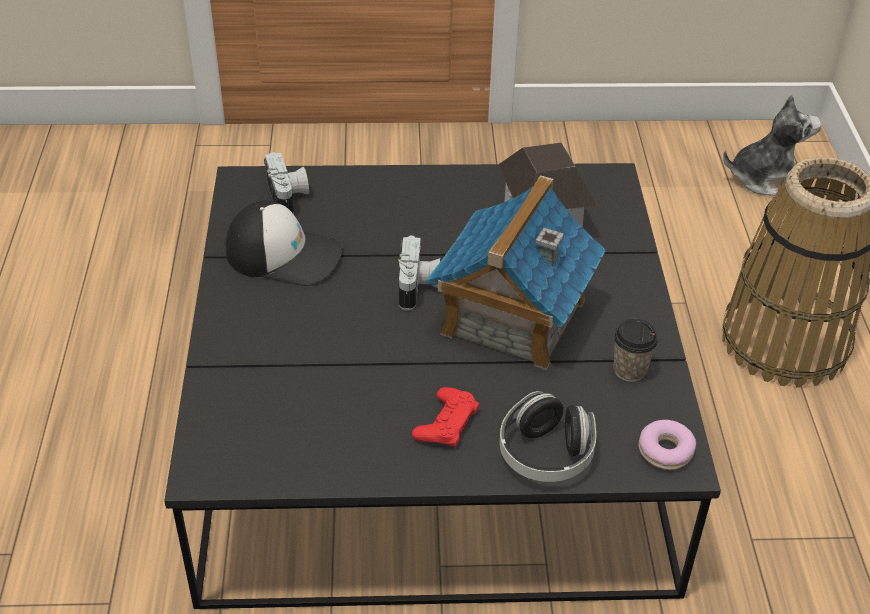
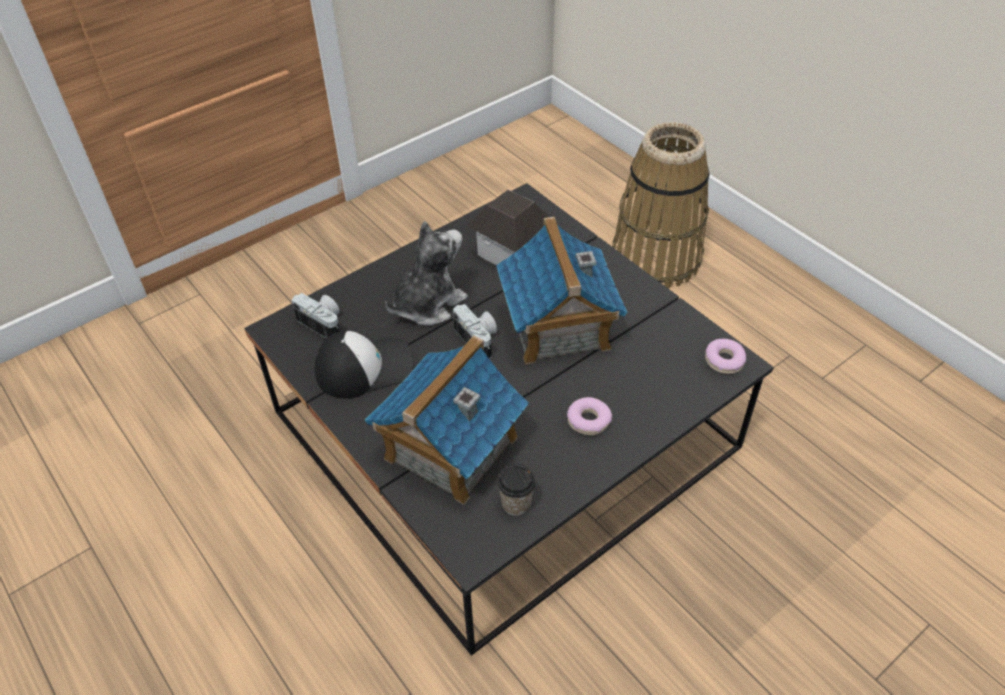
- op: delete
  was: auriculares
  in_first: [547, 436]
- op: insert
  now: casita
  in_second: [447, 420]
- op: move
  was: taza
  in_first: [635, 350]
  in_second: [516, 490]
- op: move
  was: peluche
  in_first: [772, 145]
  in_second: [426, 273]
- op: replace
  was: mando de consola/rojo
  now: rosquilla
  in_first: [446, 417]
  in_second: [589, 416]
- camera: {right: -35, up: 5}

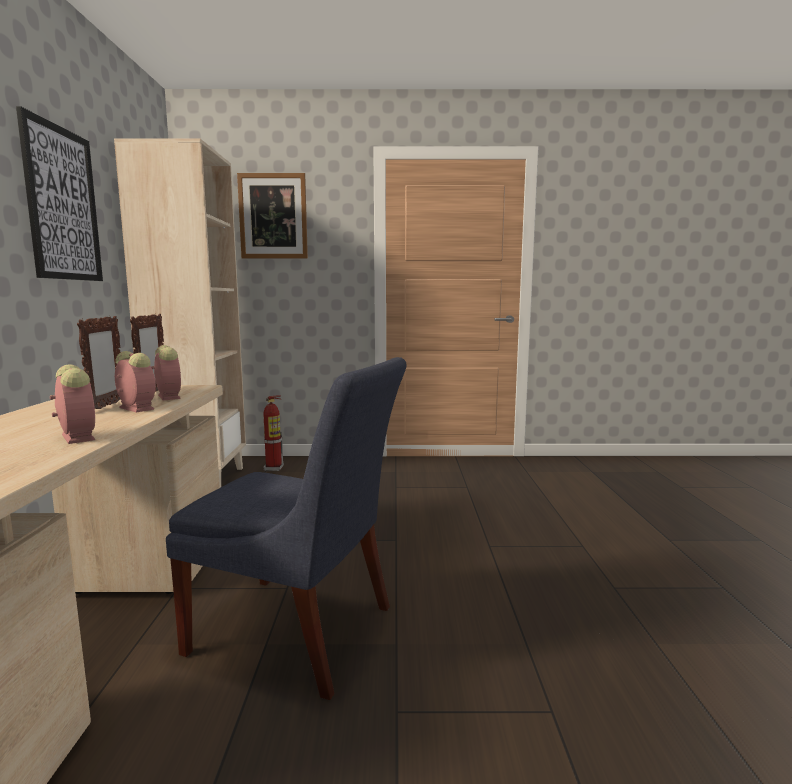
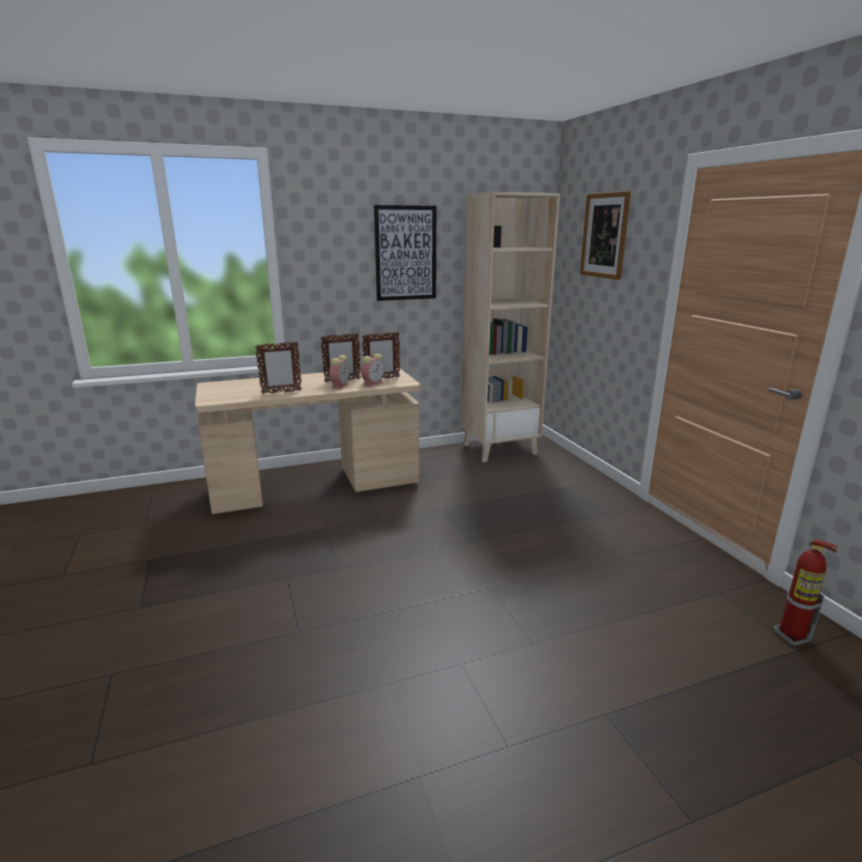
- op: delete
  was: silla/azul
  in_first: [286, 528]
- op: move
  was: extintor
  in_first: [273, 433]
  in_second: [805, 592]
- op: replace
  was: despertador
  now: portarretratos
  in_first: [72, 404]
  in_second: [278, 367]
- camera: {right: 70, up: 10}

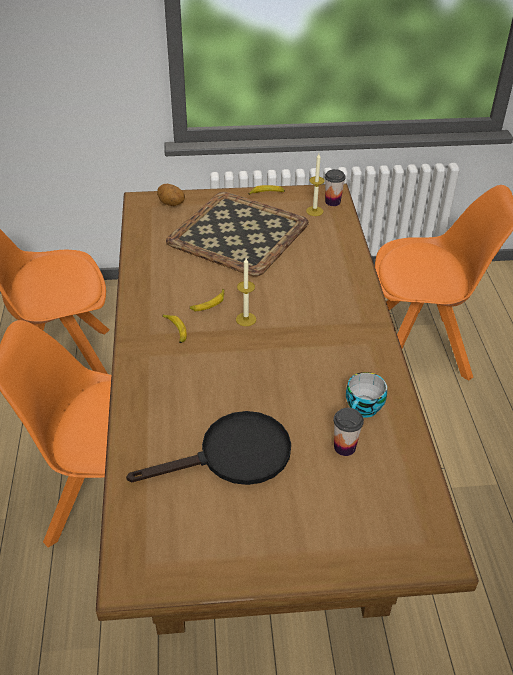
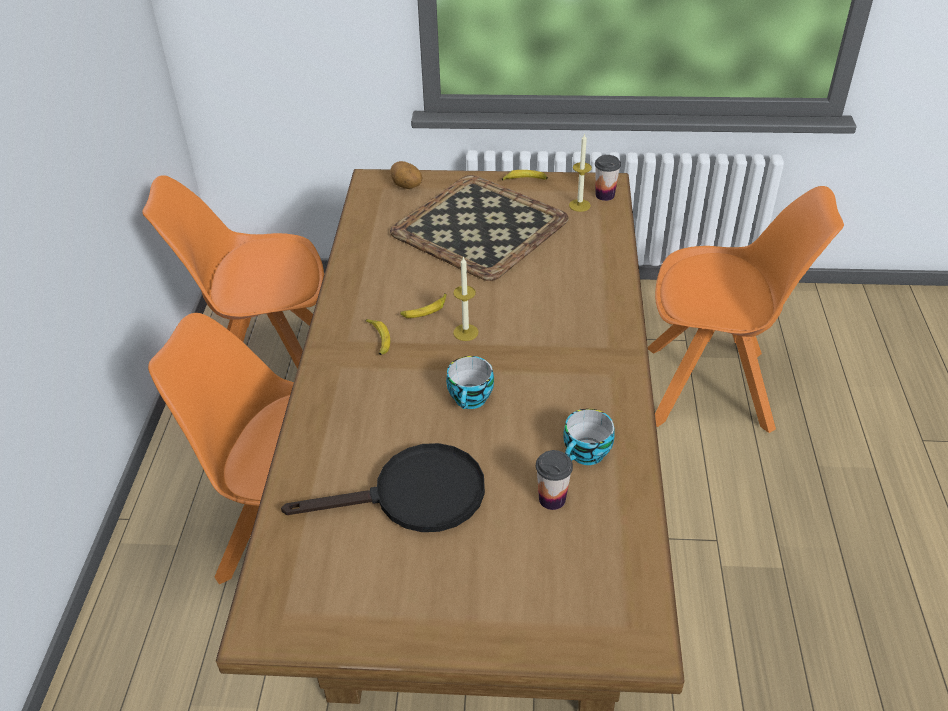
- op: insert
  now: taza
  in_second: [470, 382]
- camera: {right: 10, up: 0}

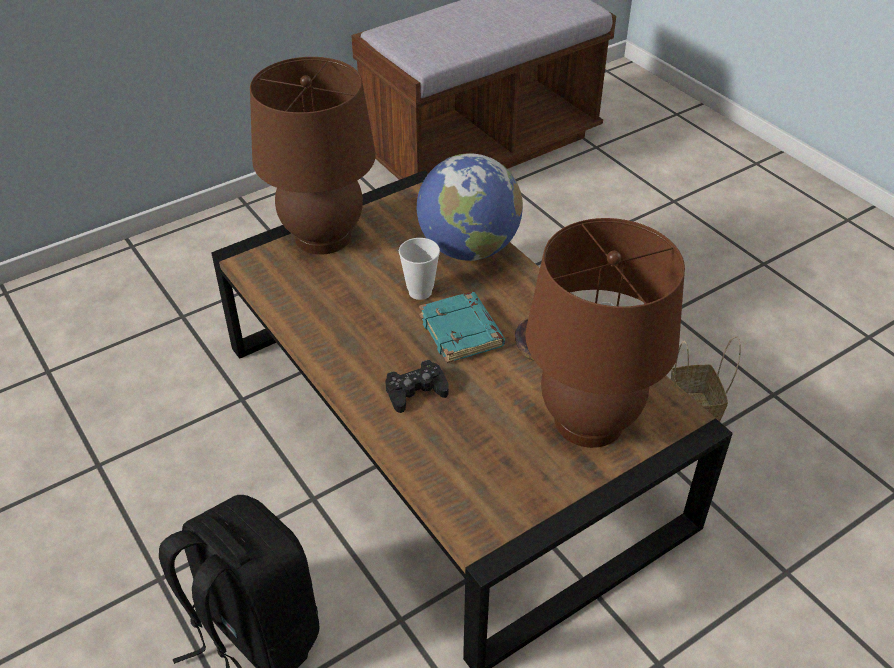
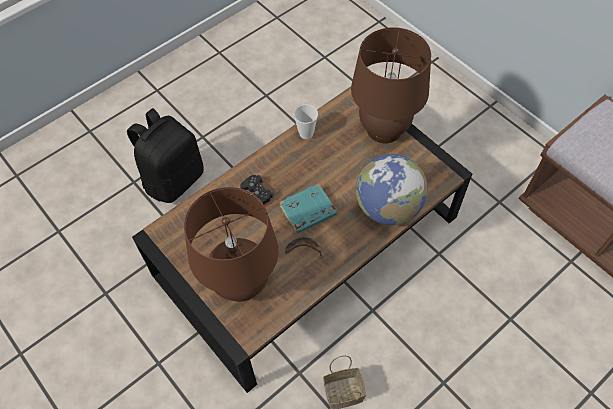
- op: move
  was: taza
  in_first: [419, 269]
  in_second: [306, 121]
- camera: {right: 85, up: 15}

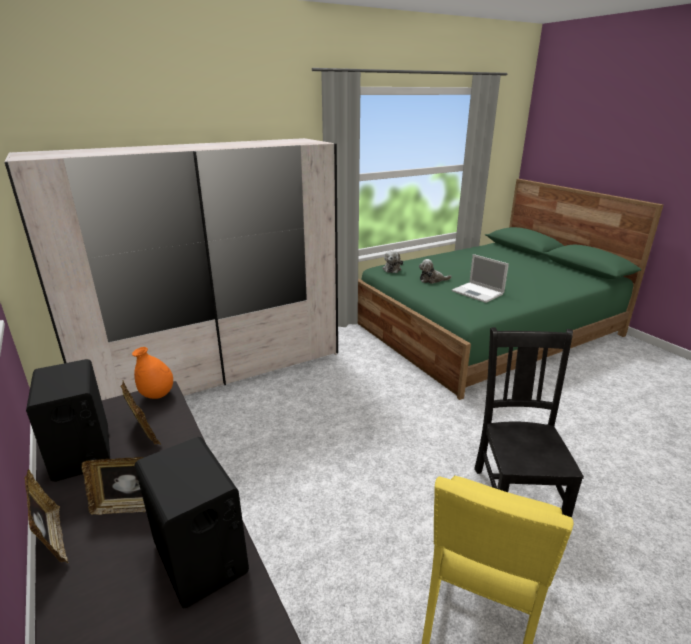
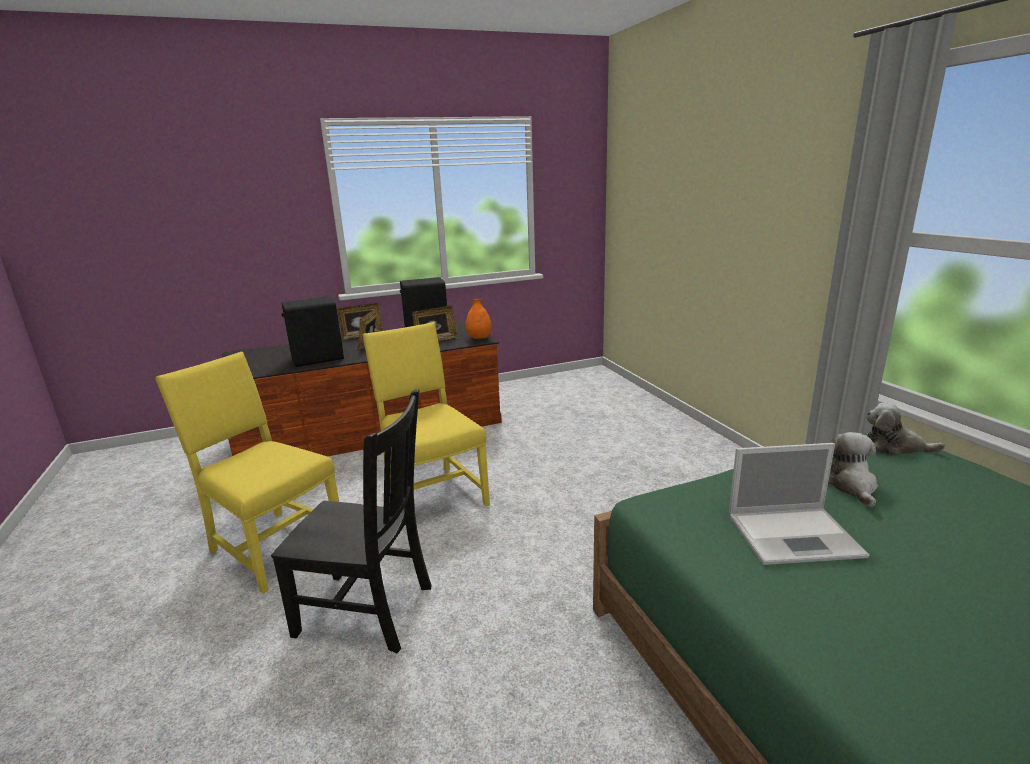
- op: delete
  was: armario ropero/blanco
  in_first: [171, 269]
- op: insert
  now: silla/amarillo
  in_second: [426, 414]
- op: rotate
  was: portátil
  in_first: [480, 278]
  in_second: [799, 504]
  clockwise: -150
- camera: {right: 100, up: -5}

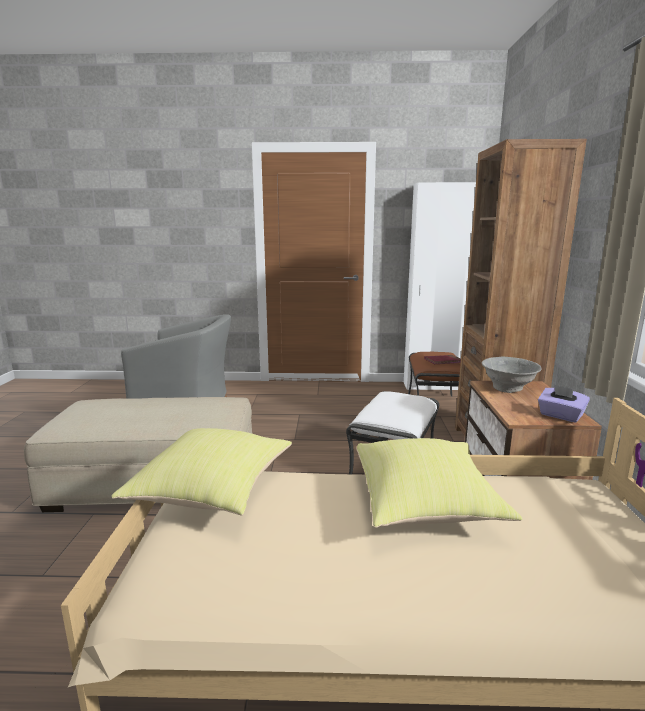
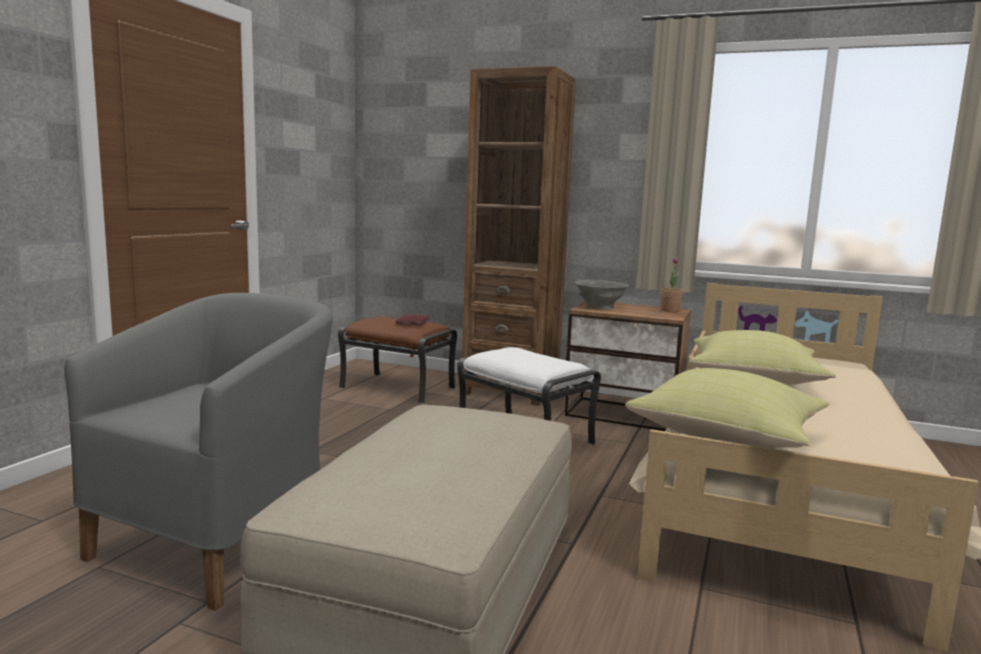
- op: delete
  was: armario ropero/blanco
  in_first: [440, 286]
- op: replace
  was: caja de pañuelos/morado
  now: planta en maceta
  in_first: [564, 404]
  in_second: [672, 284]
- camera: {right: -70, up: -5}

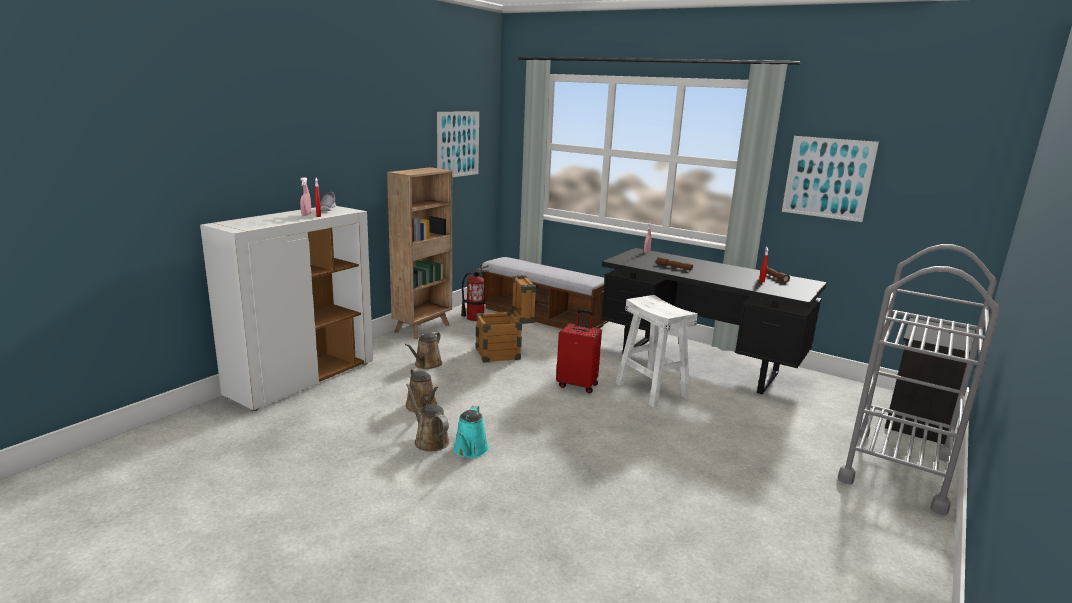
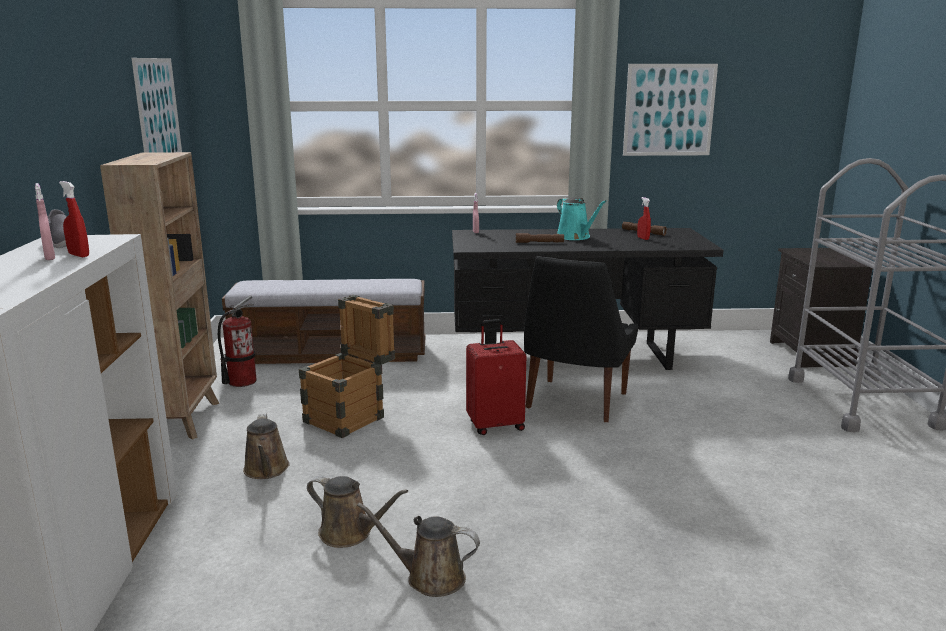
- op: move
  was: regadera/turquesa
  in_first: [471, 432]
  in_second: [582, 218]
- op: replace
  was: taburete/blanco
  now: silla/negro
  in_first: [657, 351]
  in_second: [581, 339]
- camera: {right: -35, up: 0}

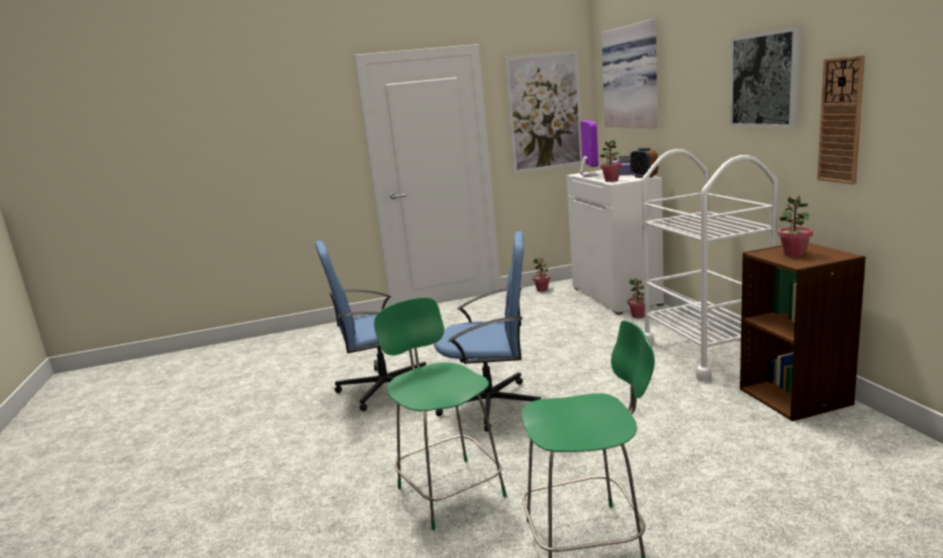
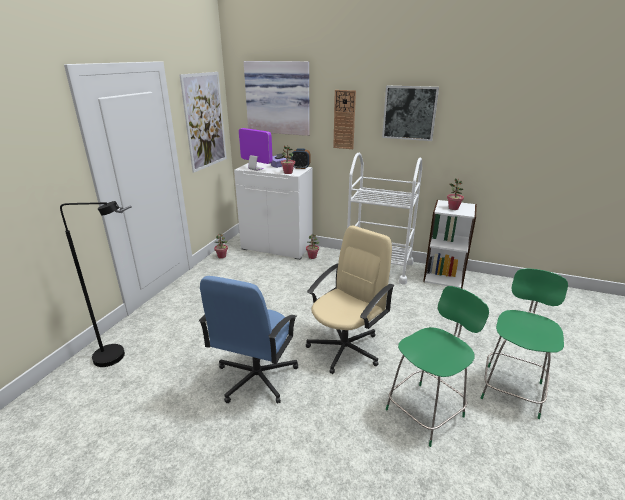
- op: insert
  now: lámpara de pie/negro
  in_second: [92, 284]
- op: move
  was: reloj de pared
  in_first: [841, 119]
  in_second: [344, 119]
- op: recolor
  was: silla de oficina/azul
  now: silla de oficina/beis
  in_first: [487, 331]
  in_second: [350, 299]
- op: recolor
  was: estantería/marrón
  now: estantería/blanco
  in_first: [803, 332]
  in_second: [450, 244]
- op: rotate
  was: silla/verde
  in_first: [440, 413]
  in_second: [437, 366]
  clockwise: 135
- camera: {right: -55, up: 10}

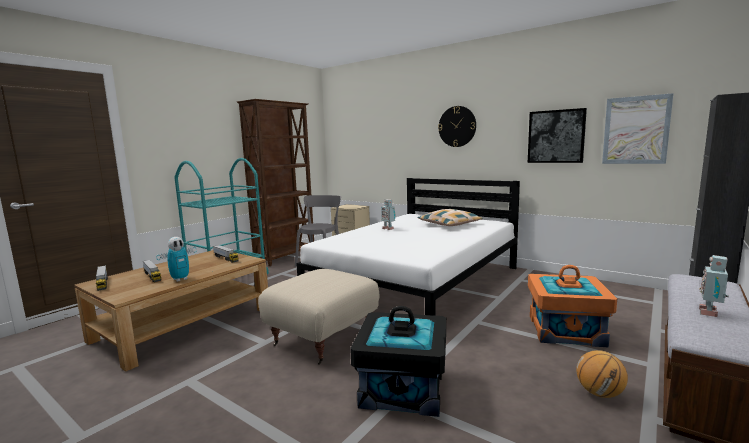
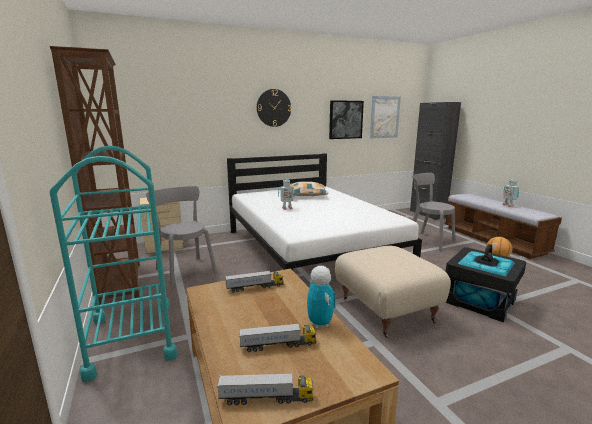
- op: replace
  was: caja de almacenaje/naranja
  now: silla/gris
  in_first: [572, 306]
  in_second: [433, 212]
- camera: {right: -60, up: 5}

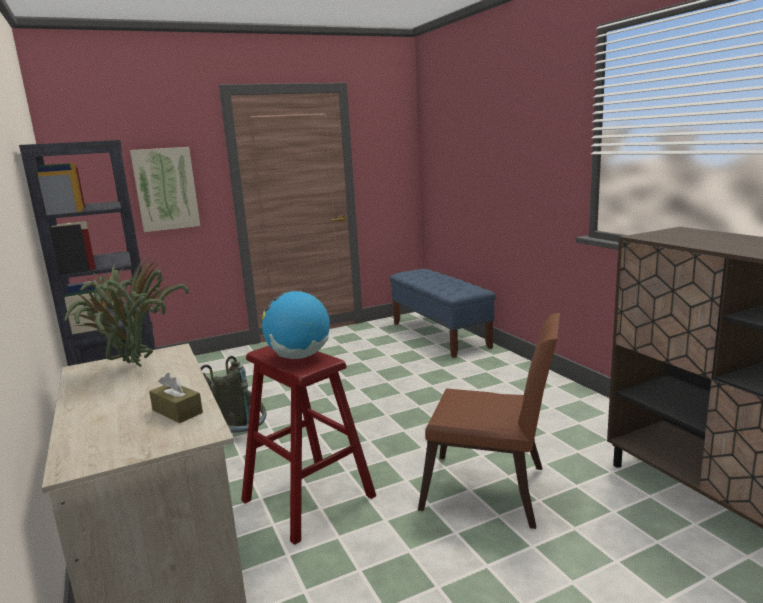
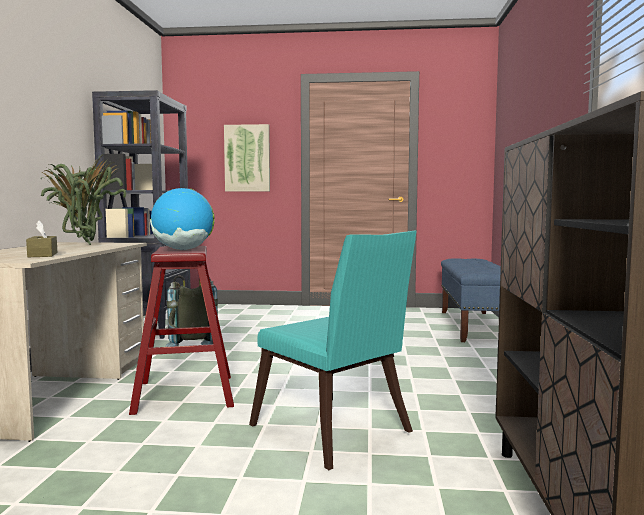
- op: recolor
  was: silla/marrón
  now: silla/turquesa
  in_first: [489, 421]
  in_second: [333, 350]
- camera: {right: 30, up: -10}

